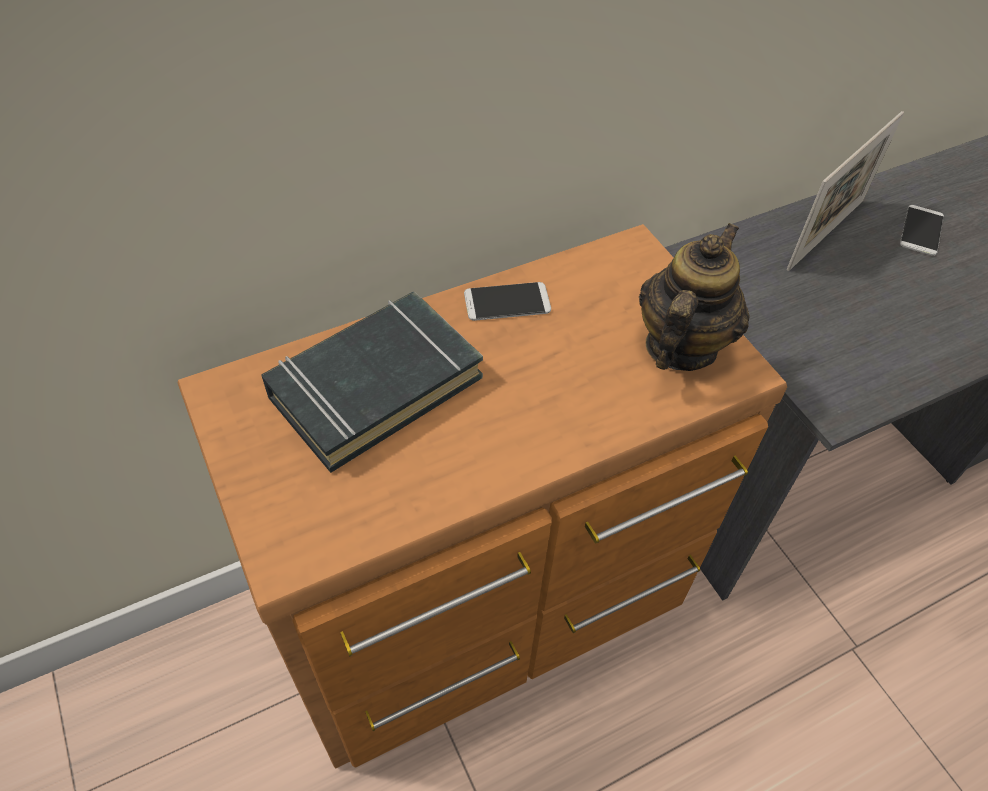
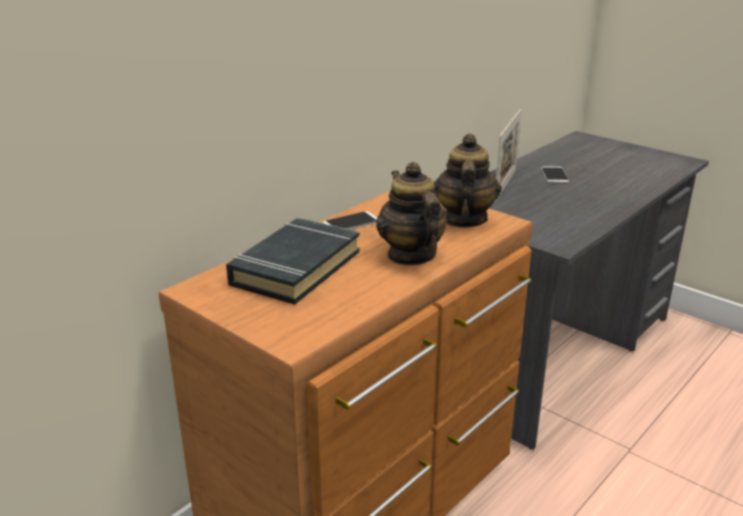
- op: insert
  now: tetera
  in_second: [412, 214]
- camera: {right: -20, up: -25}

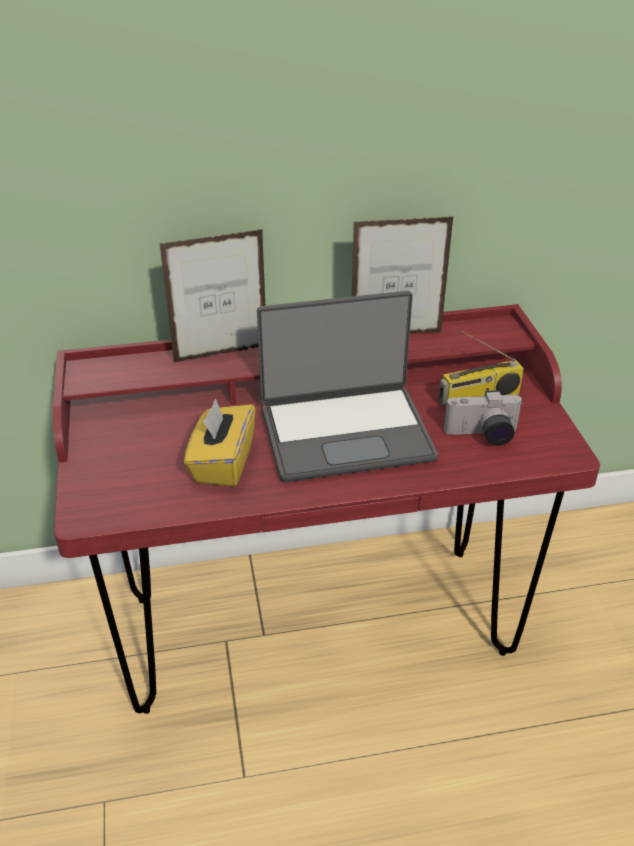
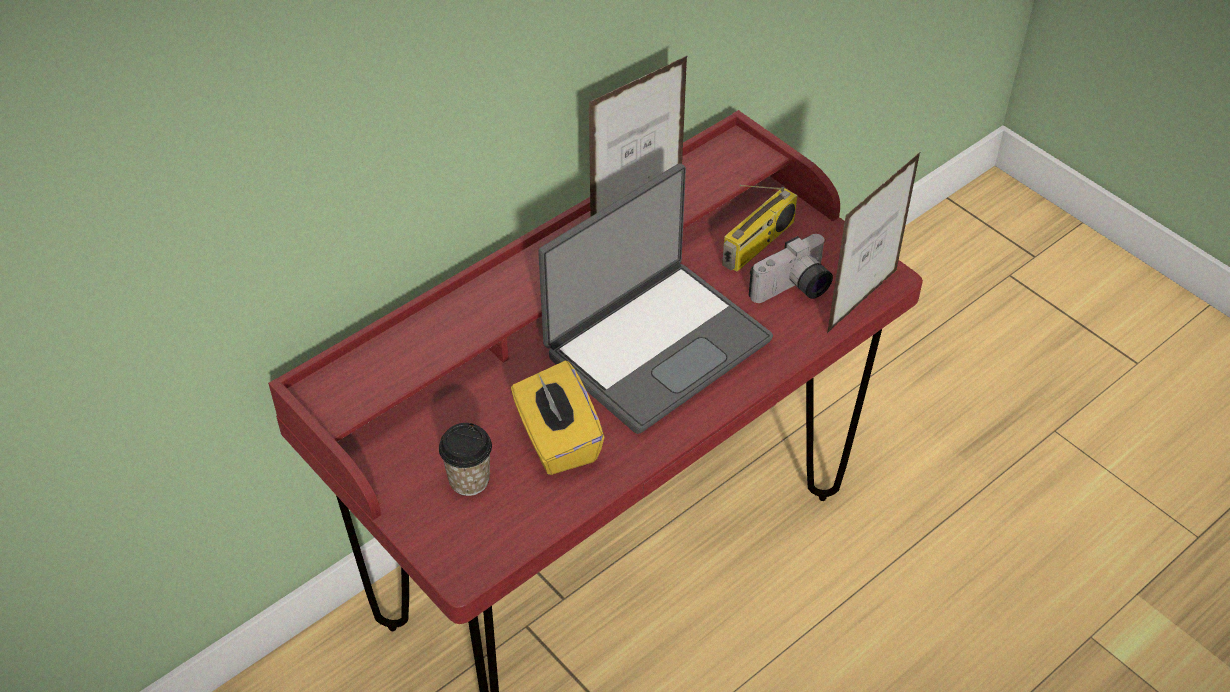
- op: insert
  now: taza
  in_second: [465, 459]
- op: move
  was: portarretratos
  in_first: [212, 295]
  in_second: [874, 242]
- camera: {right: -30, up: 10}

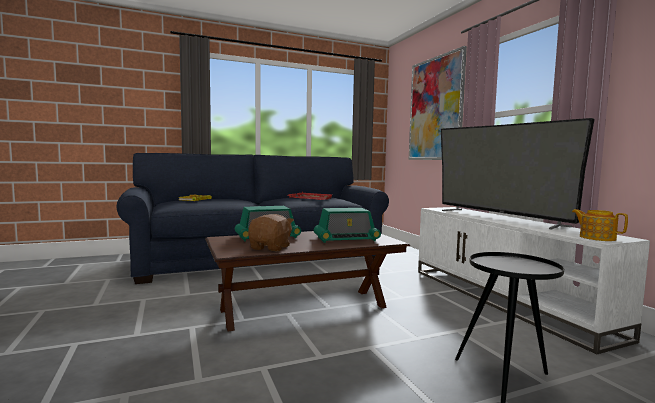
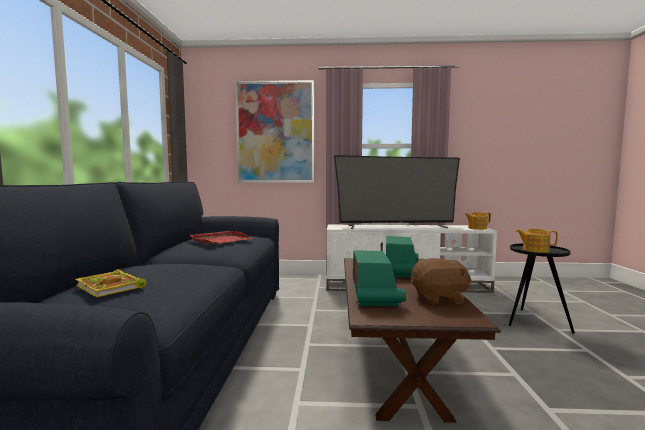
- op: insert
  now: tetera
  in_second: [536, 241]
- op: rotate
  was: peluche/marrón
  in_first: [271, 233]
  in_second: [441, 281]
  clockwise: 135
- camera: {right: -65, up: 0}

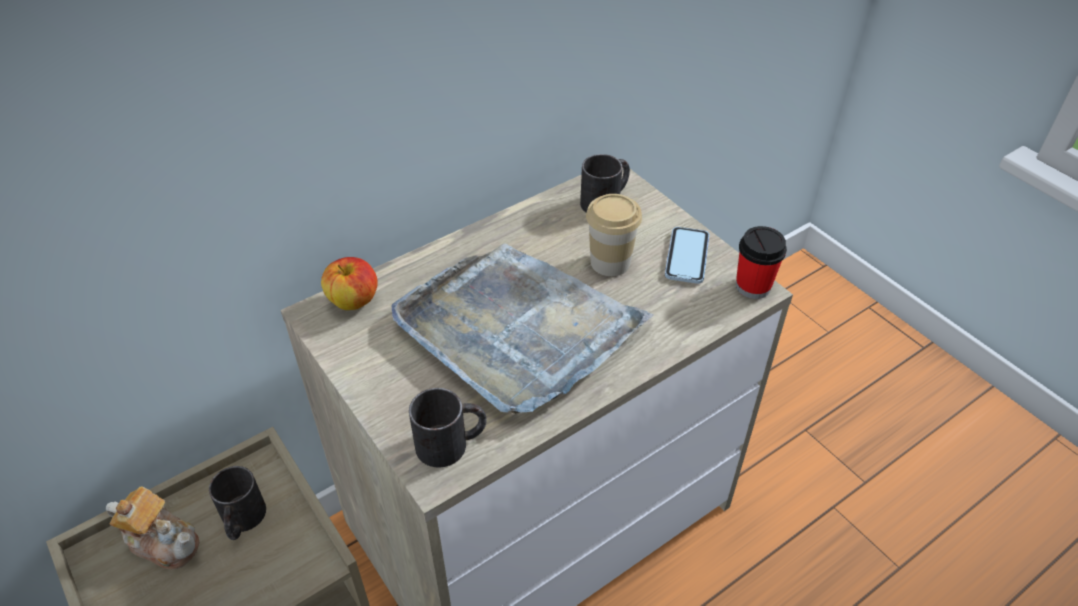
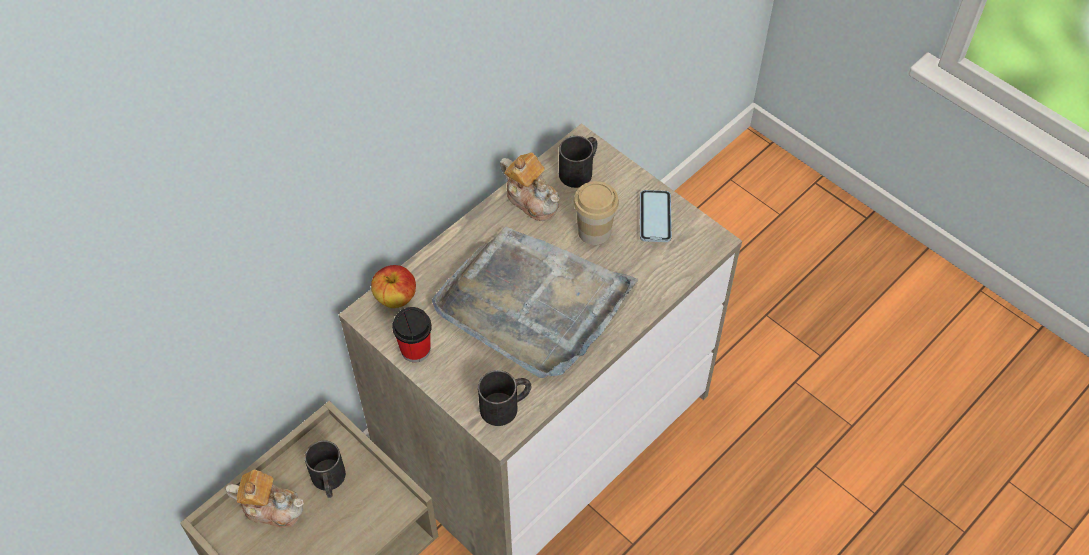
- op: insert
  now: tetera
  in_second: [530, 186]
- op: move
  was: taza
  in_first: [761, 262]
  in_second: [412, 334]
- camera: {right: -10, up: 10}

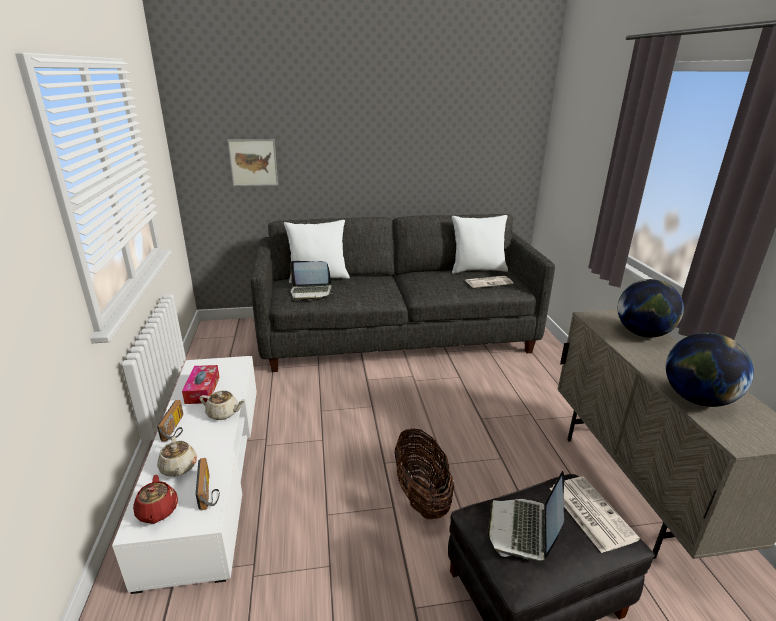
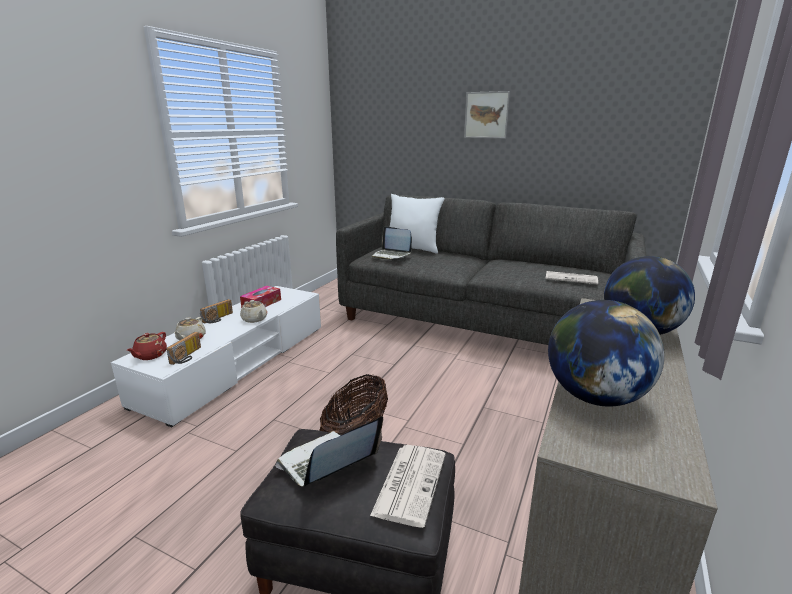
- op: delete
  was: cojín/blanco
  in_first: [480, 244]
- op: move
  was: cuadro
  in_first: [252, 162]
  in_second: [487, 114]
- camera: {right: 35, up: -5}

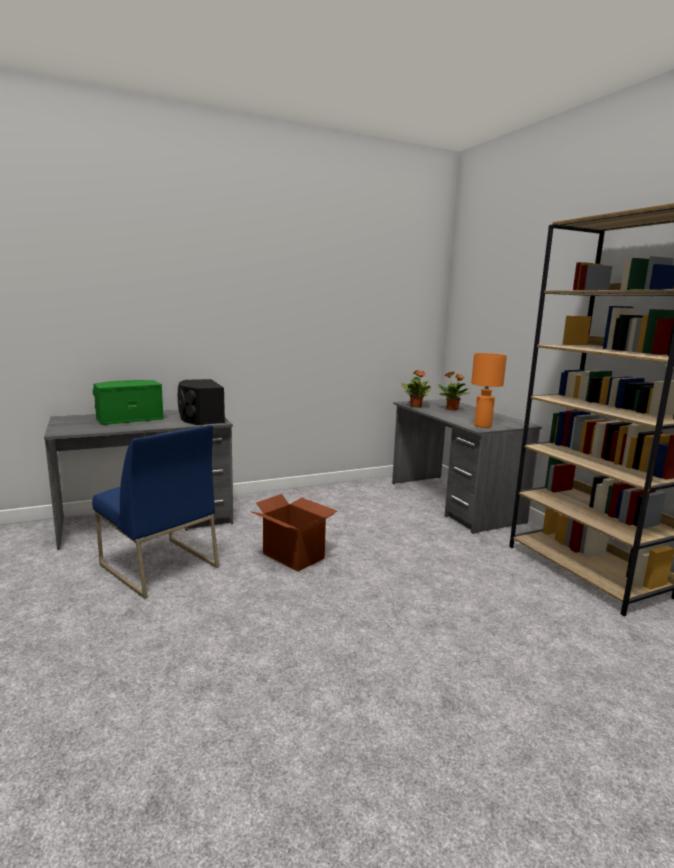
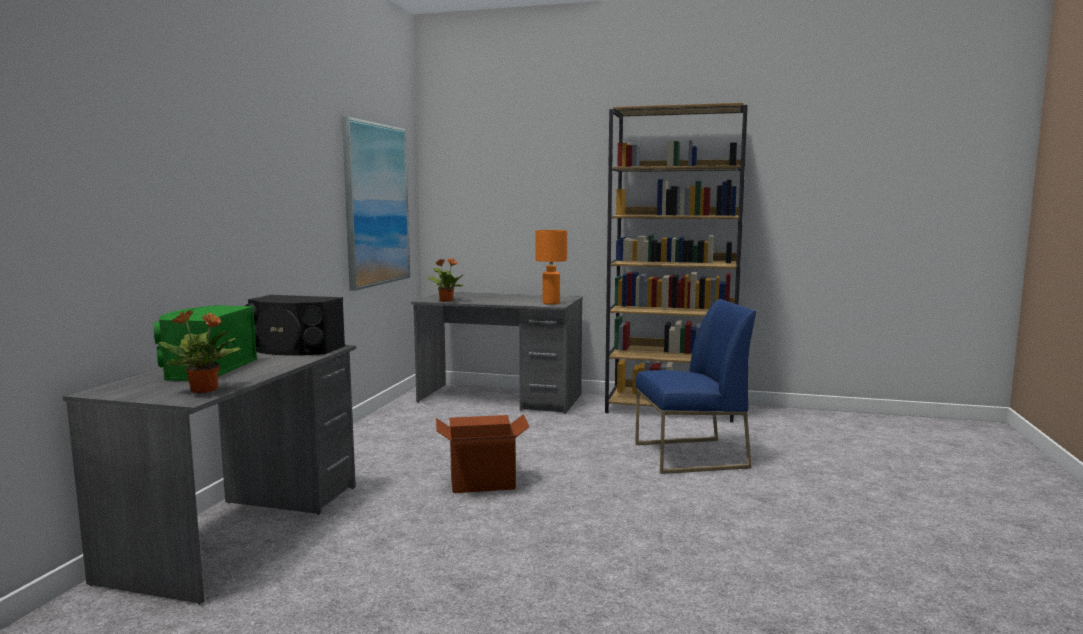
- op: insert
  now: cuadro
  in_second: [376, 204]
- op: move
  was: silla/azul
  in_first: [155, 512]
  in_second: [695, 386]
- op: move
  was: planta en maceta
  in_first: [454, 391]
  in_second: [199, 352]
- camera: {right: -50, up: -5}

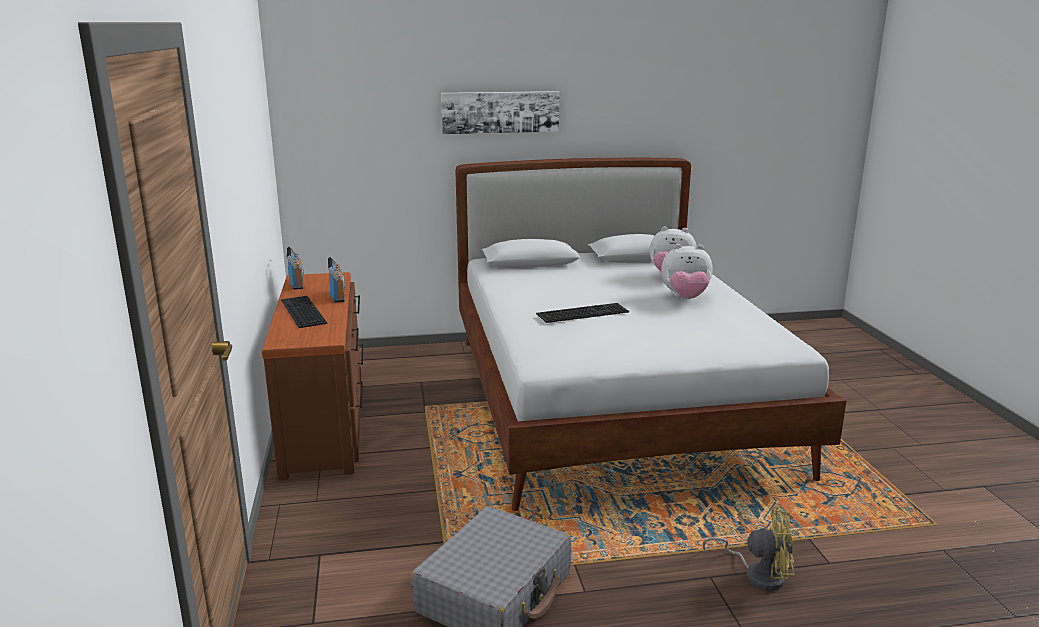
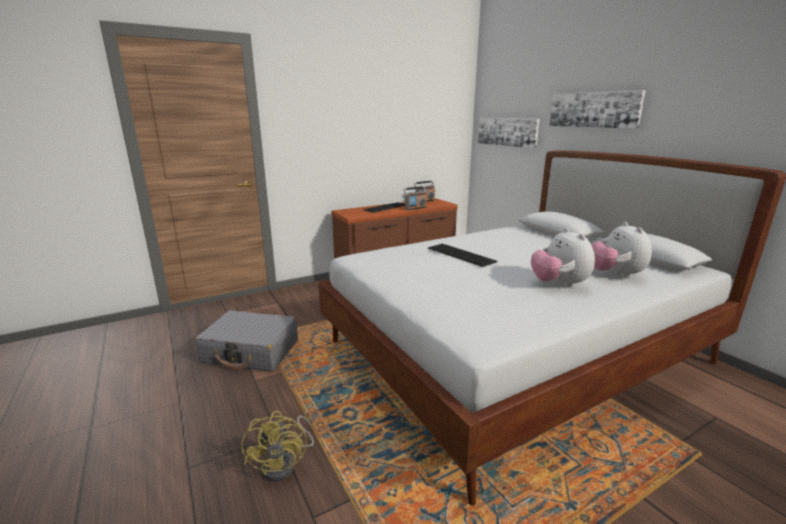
- op: insert
  now: cuadro
  in_second: [509, 133]
- camera: {right: 70, up: 0}

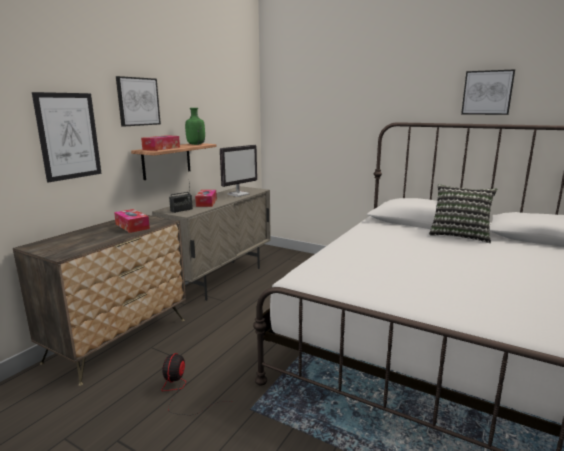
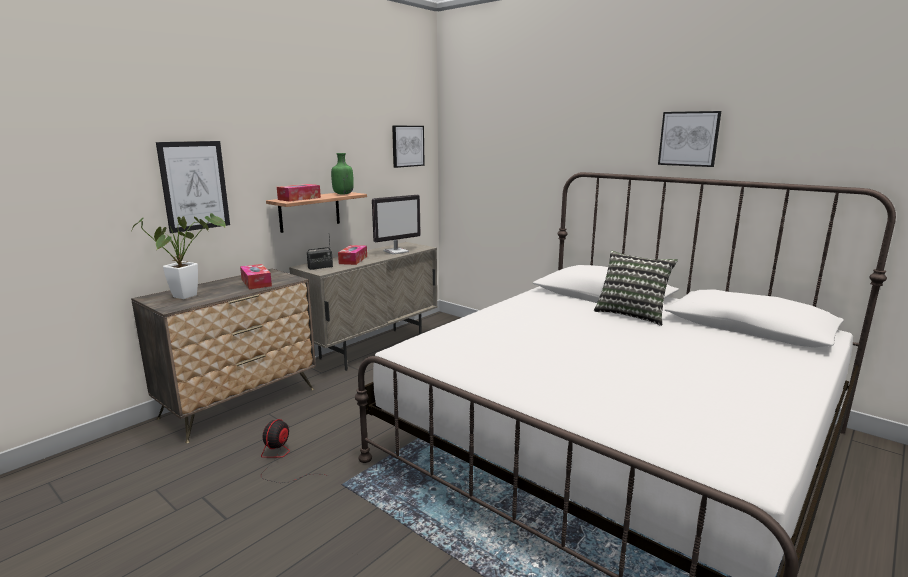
- op: insert
  now: planta en maceta
  in_second: [179, 256]
- op: move
  was: cuadro
  in_first: [138, 101]
  in_second: [408, 147]
- camera: {right: 10, up: 0}

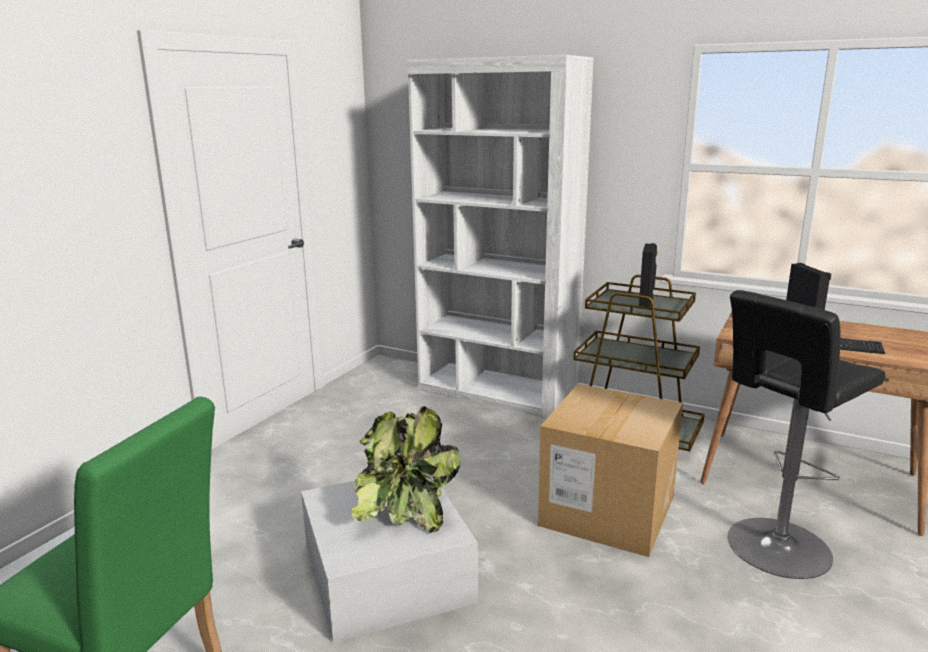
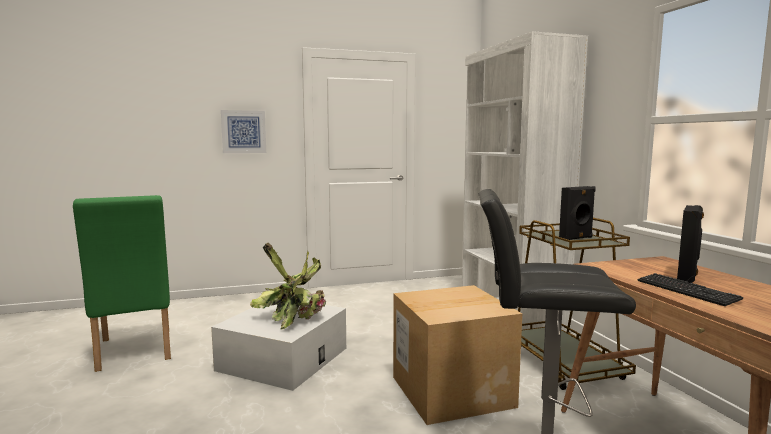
- op: insert
  now: cuadro
  in_second: [243, 131]
- camera: {right: 45, up: -10}

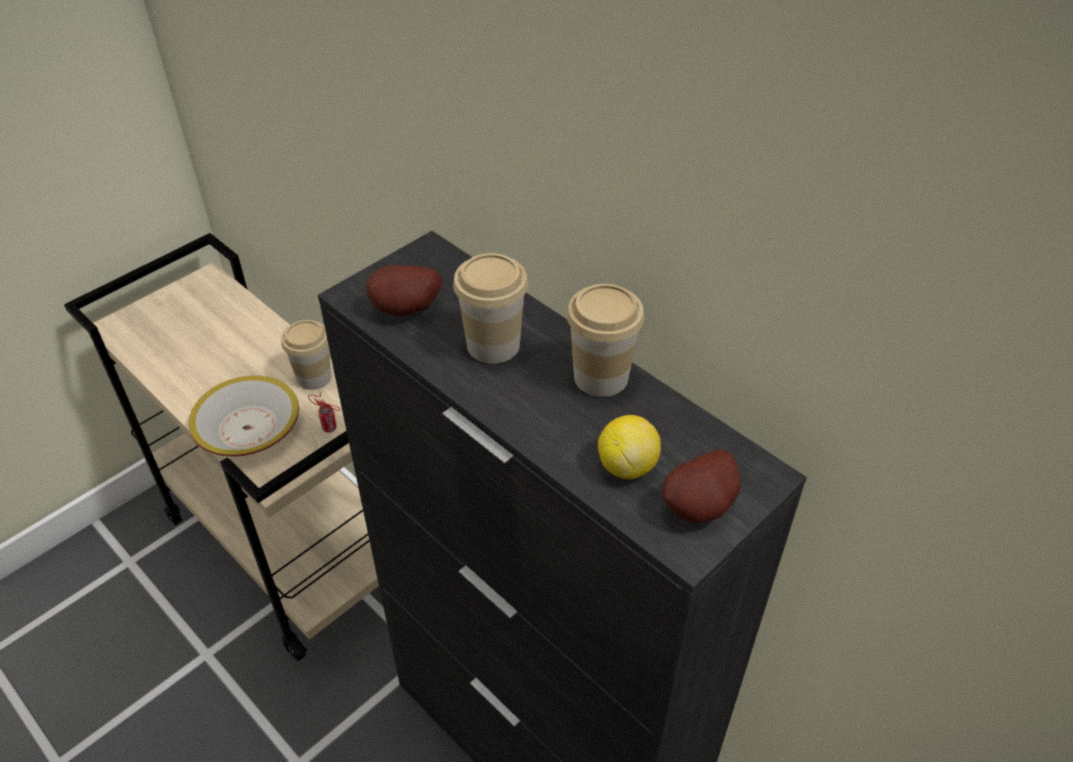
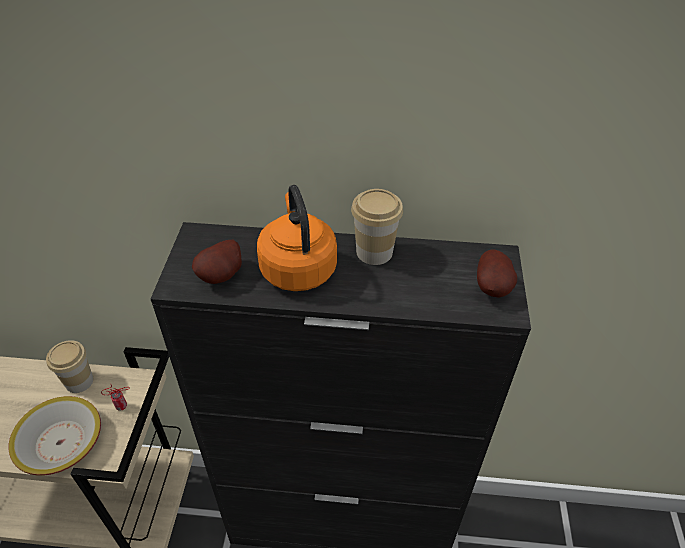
- op: delete
  was: limón
  in_first: [629, 447]
- op: replace
  was: taza
  now: hervidor/naranja
  in_first: [490, 308]
  in_second: [297, 238]
- camera: {right: -40, up: 0}

